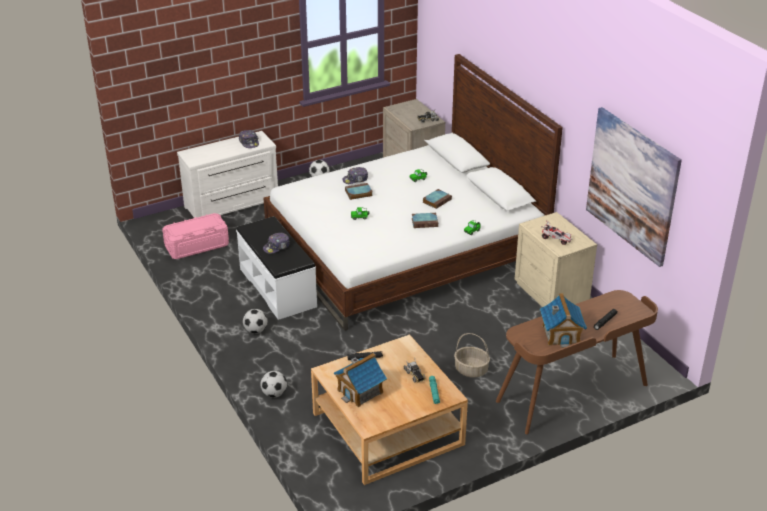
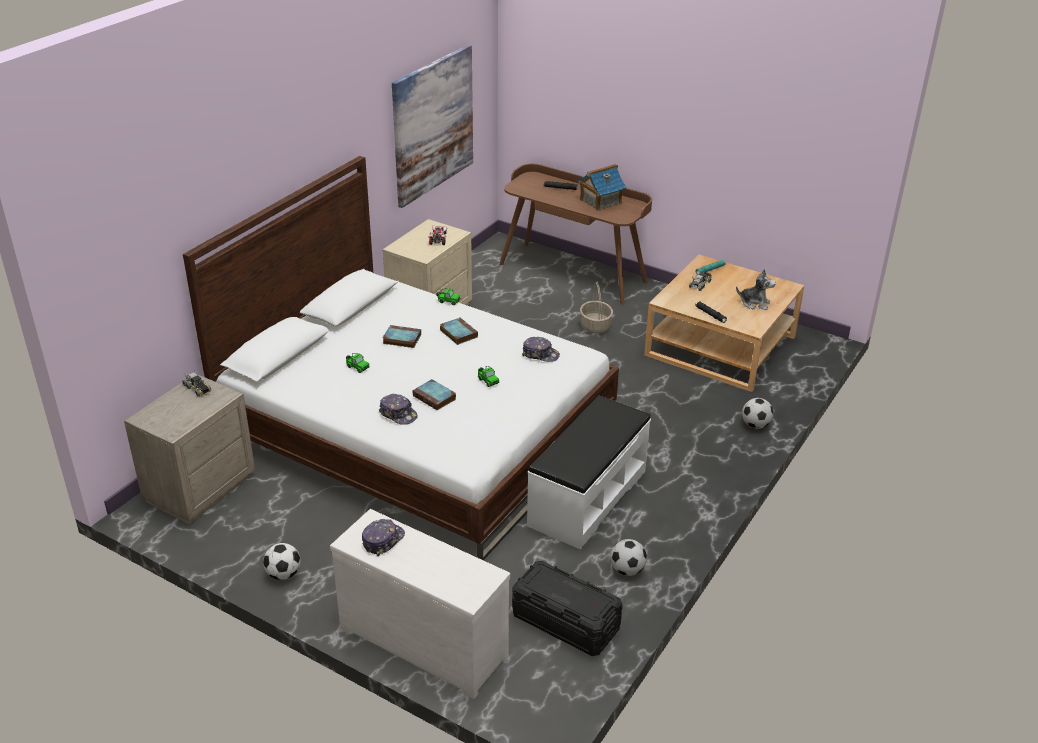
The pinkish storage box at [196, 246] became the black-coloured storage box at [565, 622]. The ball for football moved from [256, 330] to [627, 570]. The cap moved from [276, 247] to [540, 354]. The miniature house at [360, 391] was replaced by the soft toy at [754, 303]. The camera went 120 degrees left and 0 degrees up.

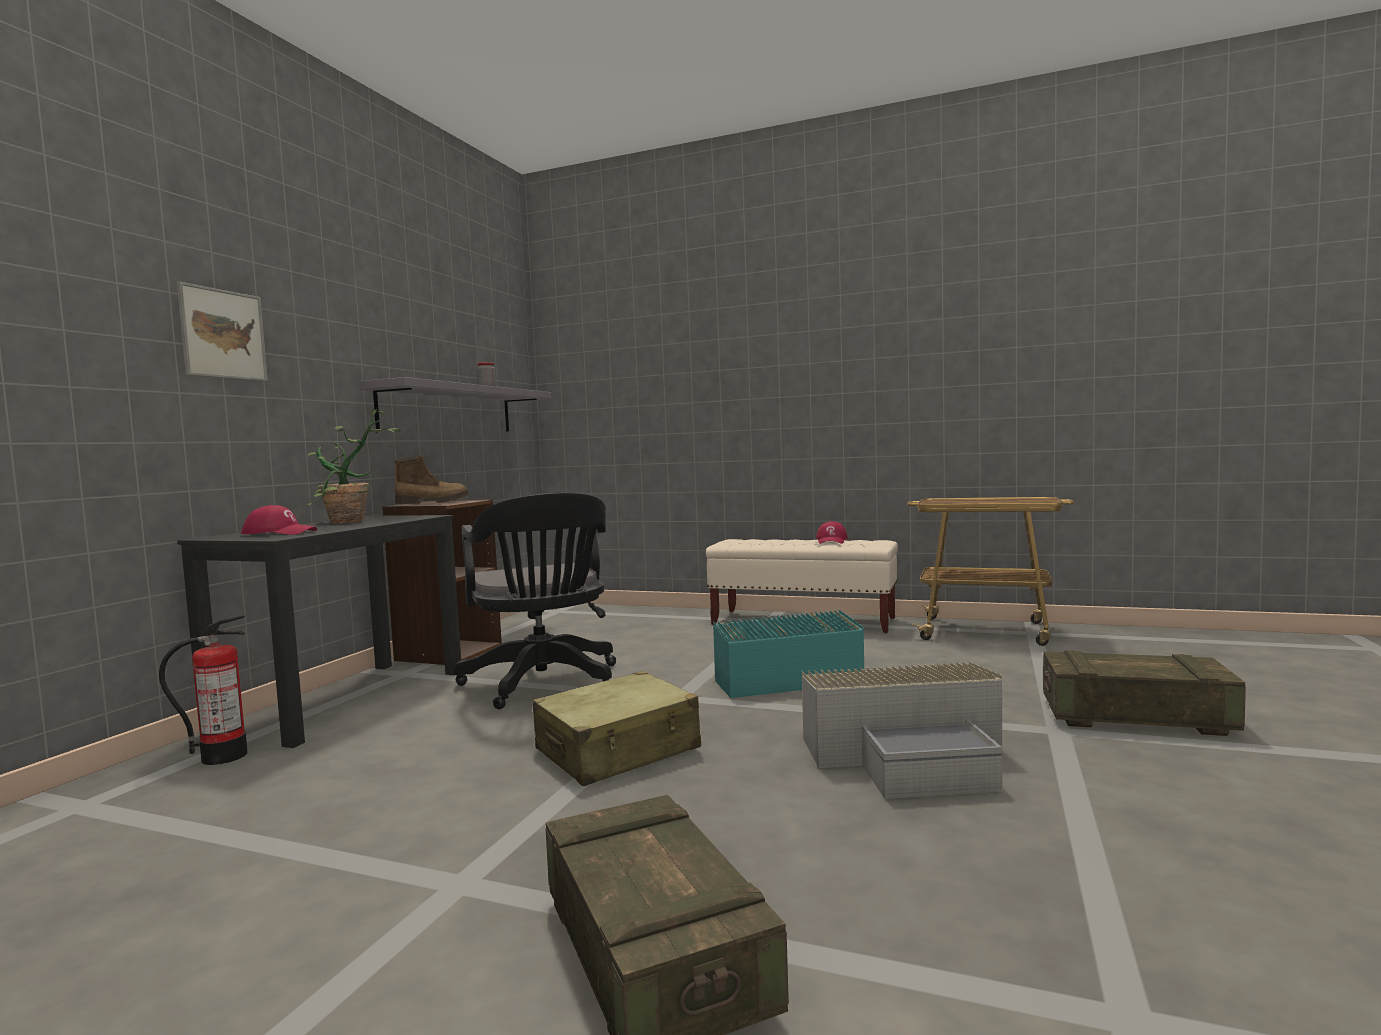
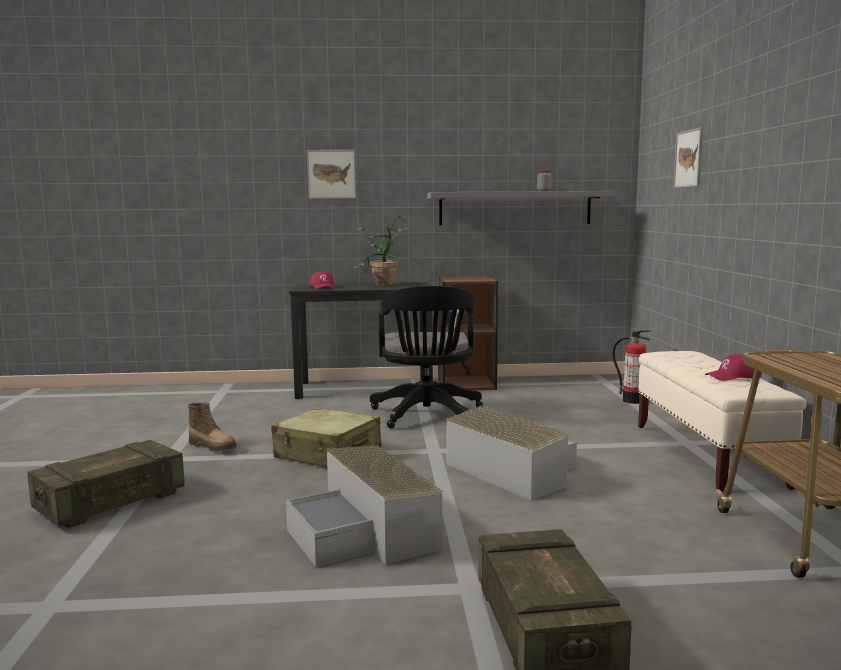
The fire-fighting cylinder moved from [224, 756] to [633, 400]. The tall boot moved from [432, 502] to [213, 447]. The black-coloured computer chair at [544, 684] turned 45 degrees counterclockwise. The blue-green storage box at [780, 677] became the grey storage box at [512, 470]. The picture at [688, 159] appeared. The camera went 65 degrees right and 5 degrees up.

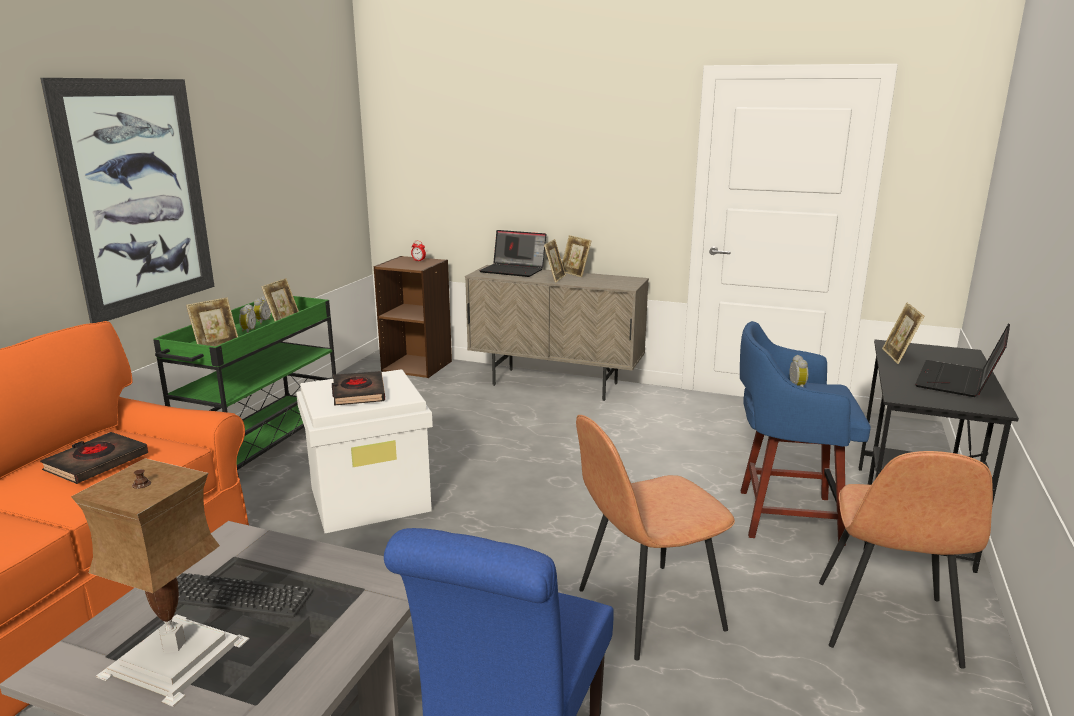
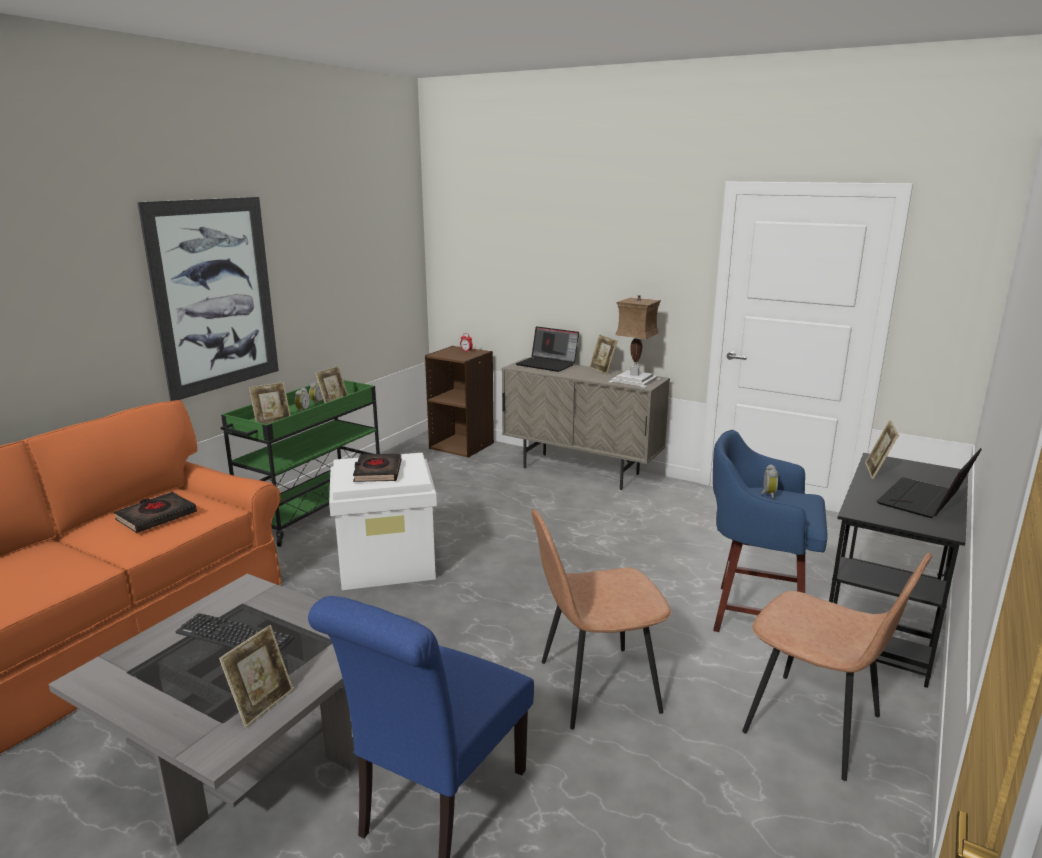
The tabletop lamp moved from [175, 659] to [635, 380]. The standing frame moved from [555, 278] to [262, 704]. The brown upright chair at [886, 625] turned 75 degrees counterclockwise. The camera went 10 degrees right and 0 degrees up.

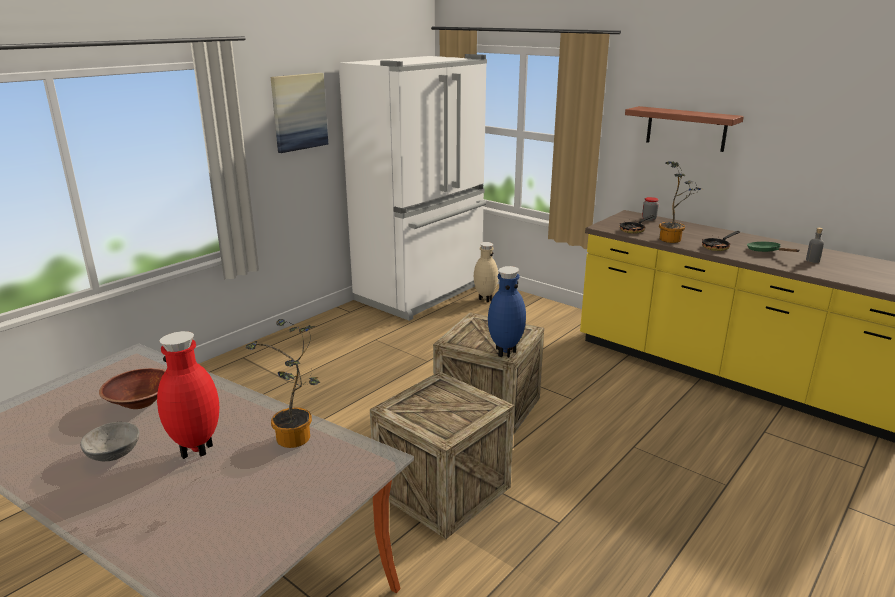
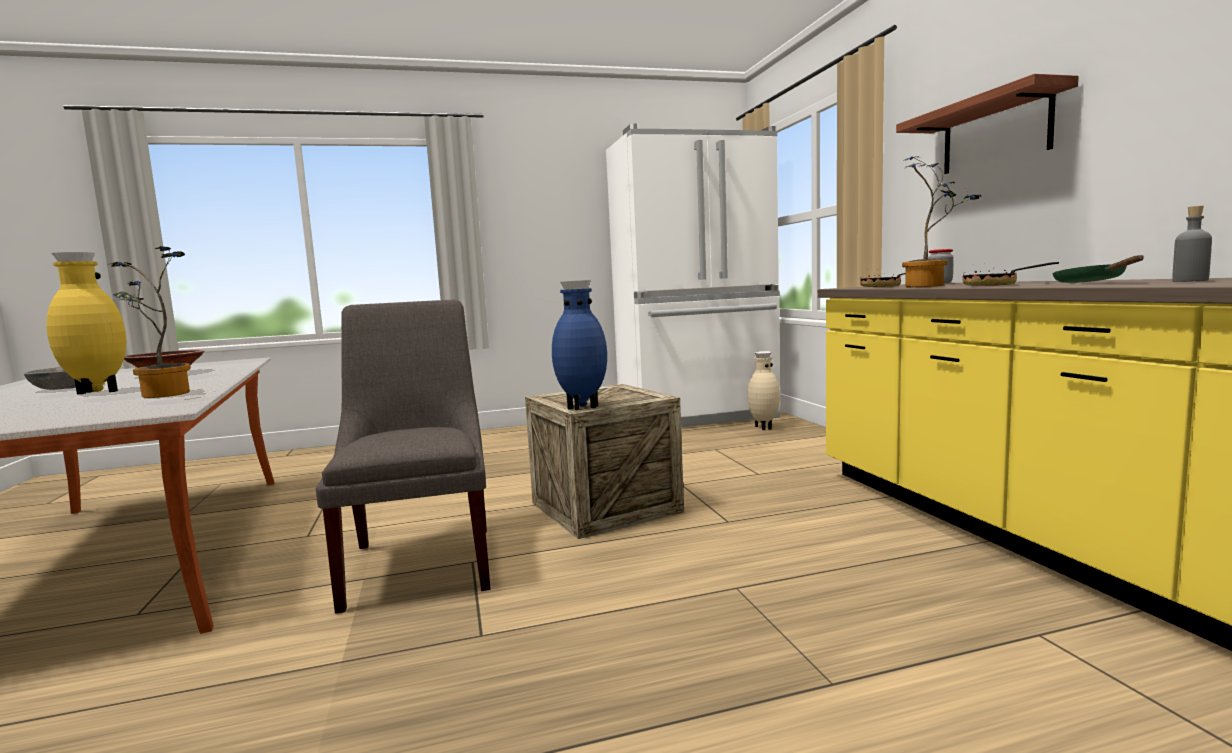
The red vase at [197, 451] became the yellowish vase at [96, 393]. The picture at [299, 112] disappeared. The packing crate at [442, 489] was replaced by the grey upright chair at [422, 561]. The camera went 35 degrees right and 15 degrees down.

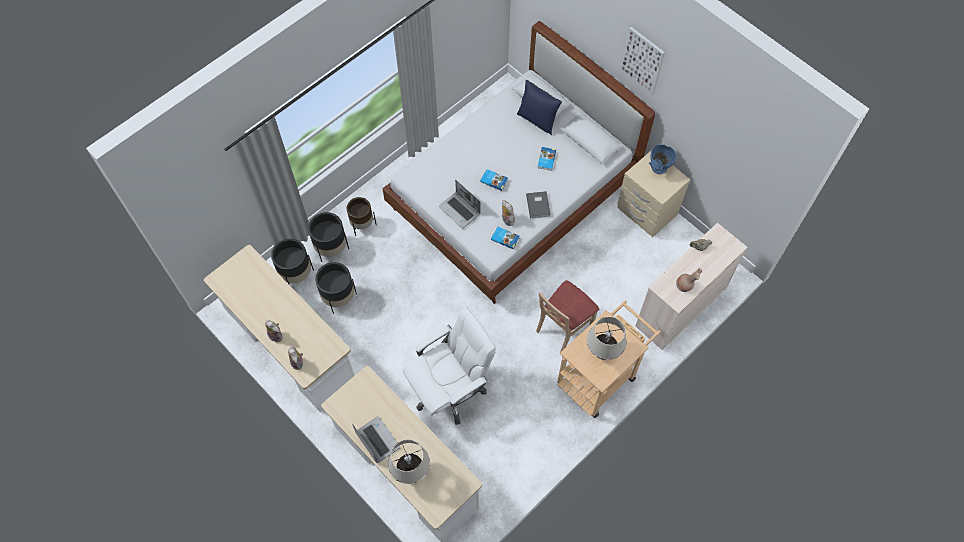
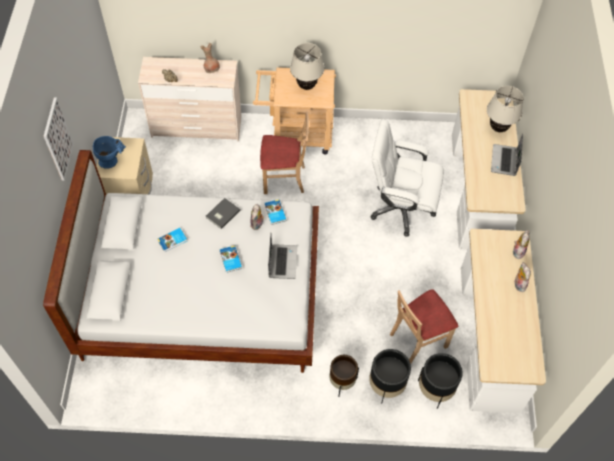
The black-coloured flower pot at [339, 298] was replaced by the beige upright chair at [418, 339]. The blue cushion at [537, 120] disappeared. The camera went 135 degrees left and 5 degrees down.

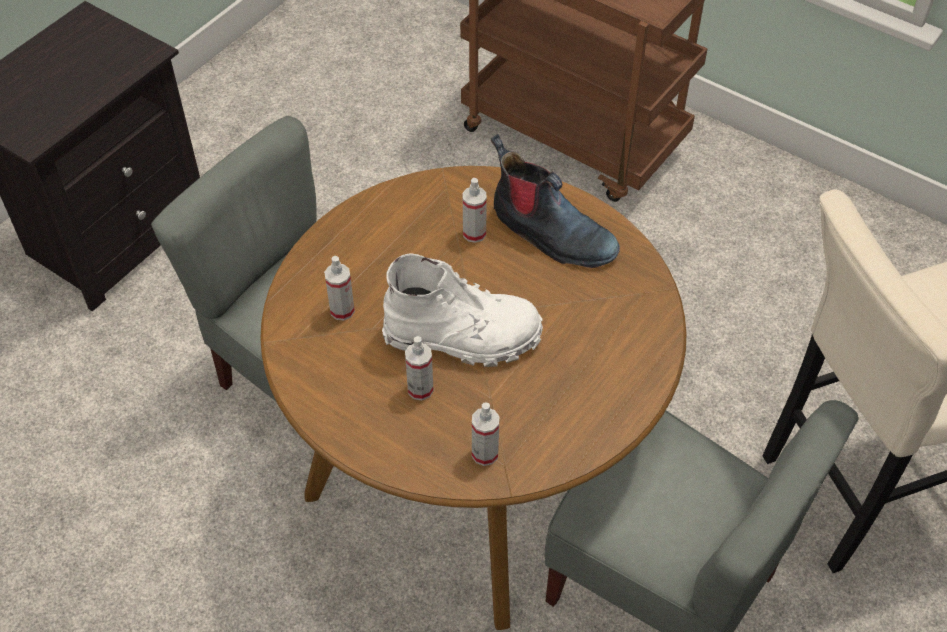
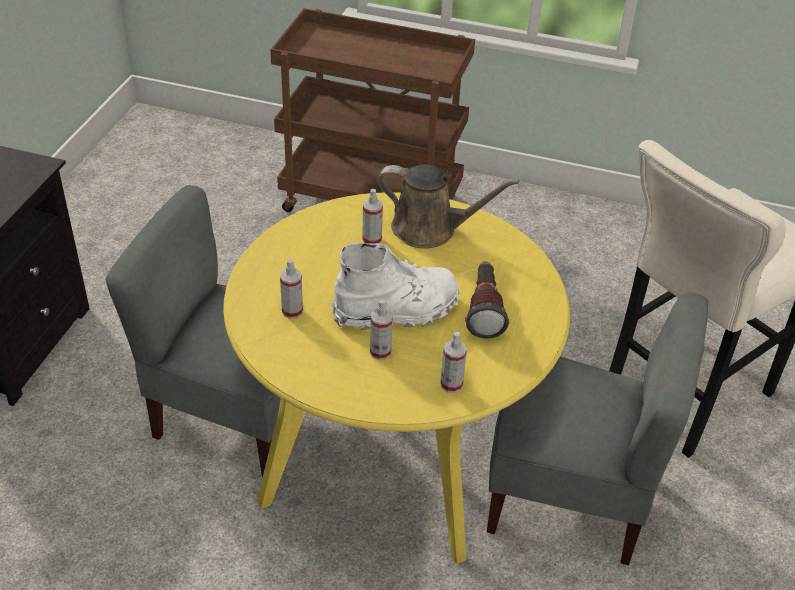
The brown kitchen table at [473, 471] became the yellowish kitchen table at [390, 453]. The tall boot at [550, 234] was replaced by the brown sprinkling can at [430, 230]. The flashlight at [484, 310] appeared. The camera went 20 degrees left and 10 degrees down.

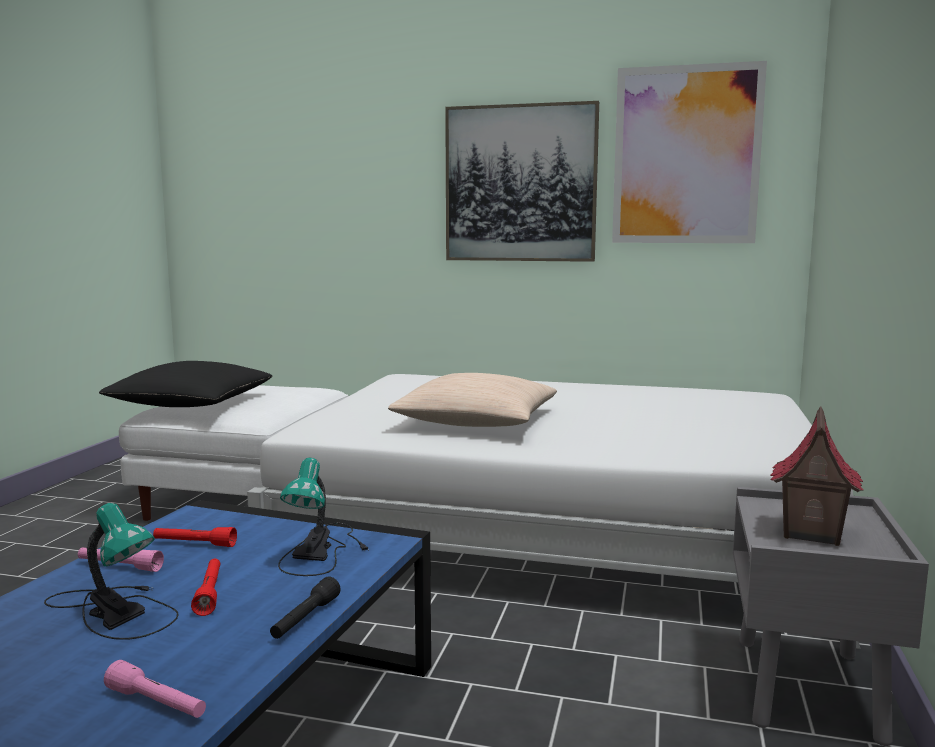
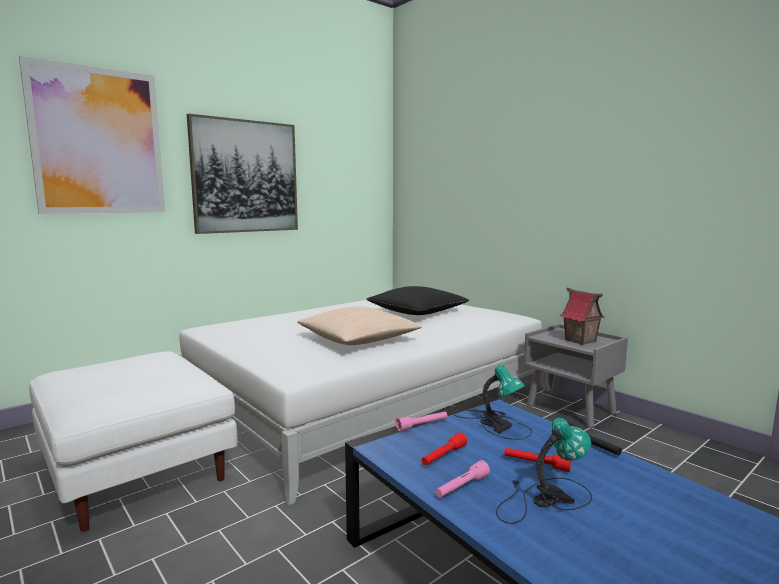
The black-coloured cushion moved from [192, 404] to [417, 312]. The pinkish flashlight moved from [157, 704] to [422, 425]. The picture moved from [686, 156] to [98, 142]. The camera went 55 degrees left and 0 degrees up.

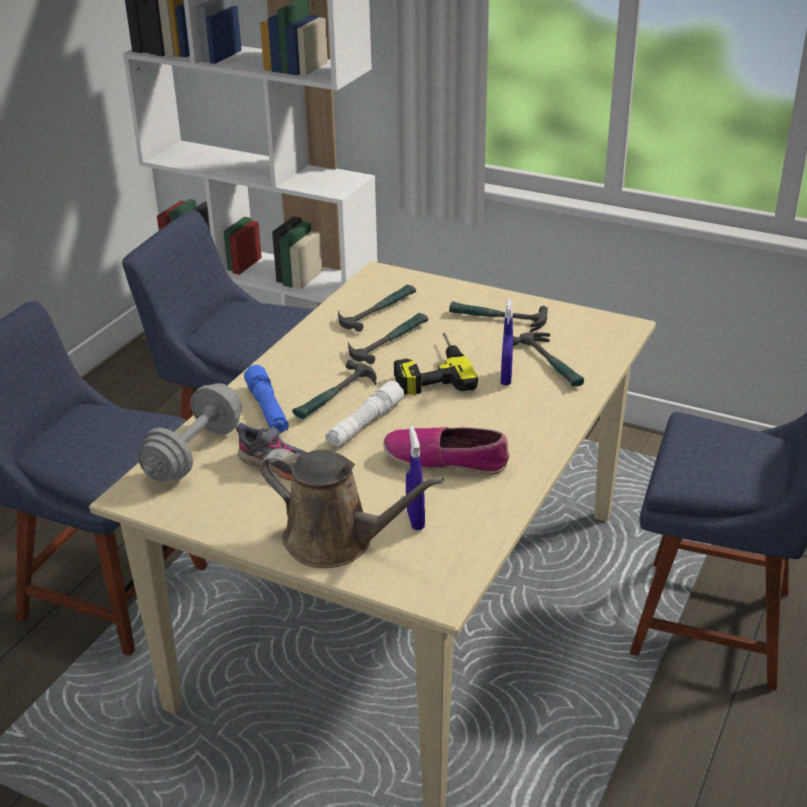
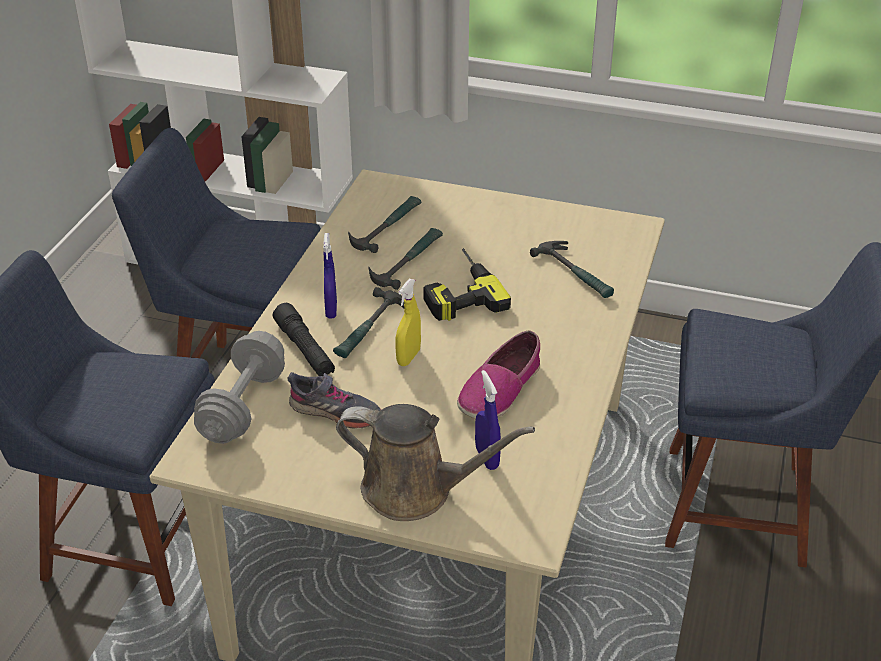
The blue flashlight at [267, 409] became the black-coloured flashlight at [304, 349]. The white-coloured flashlight at [365, 424] was replaced by the yellowish sprayer at [408, 357]. The item of footwear at [446, 460] turned 60 degrees counterclockwise. The hand hammer at [497, 319] disappeared. The blue sprayer moved from [506, 378] to [331, 310]. The camera went 10 degrees left and 5 degrees up.

